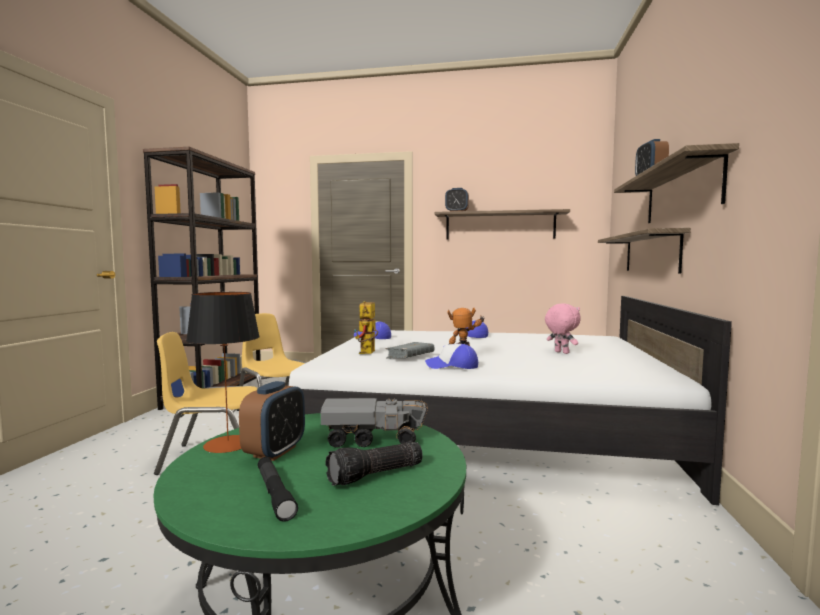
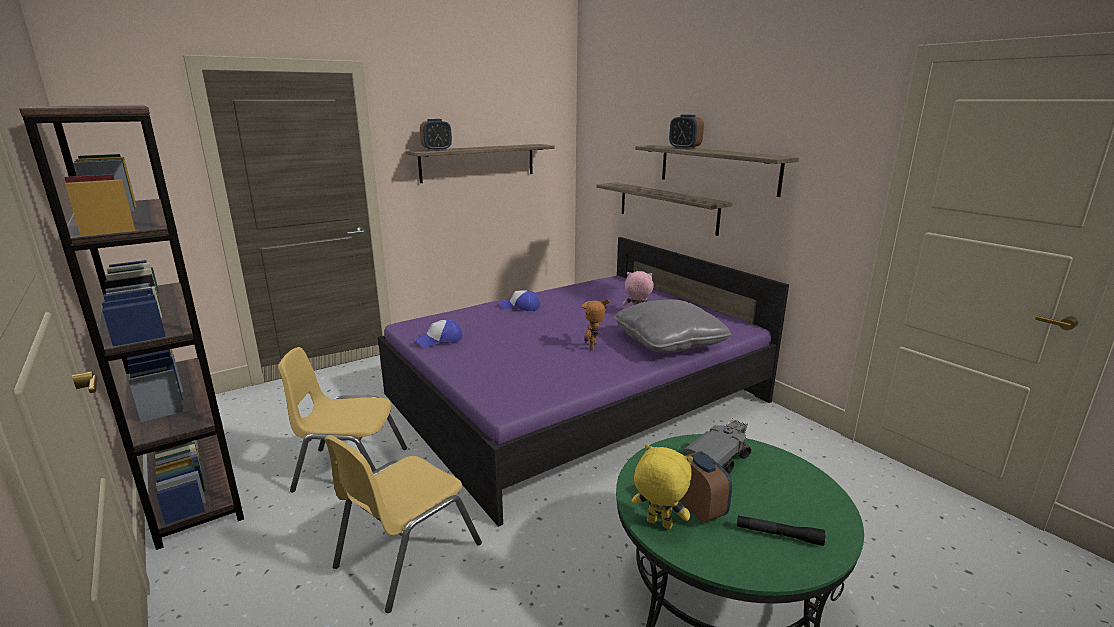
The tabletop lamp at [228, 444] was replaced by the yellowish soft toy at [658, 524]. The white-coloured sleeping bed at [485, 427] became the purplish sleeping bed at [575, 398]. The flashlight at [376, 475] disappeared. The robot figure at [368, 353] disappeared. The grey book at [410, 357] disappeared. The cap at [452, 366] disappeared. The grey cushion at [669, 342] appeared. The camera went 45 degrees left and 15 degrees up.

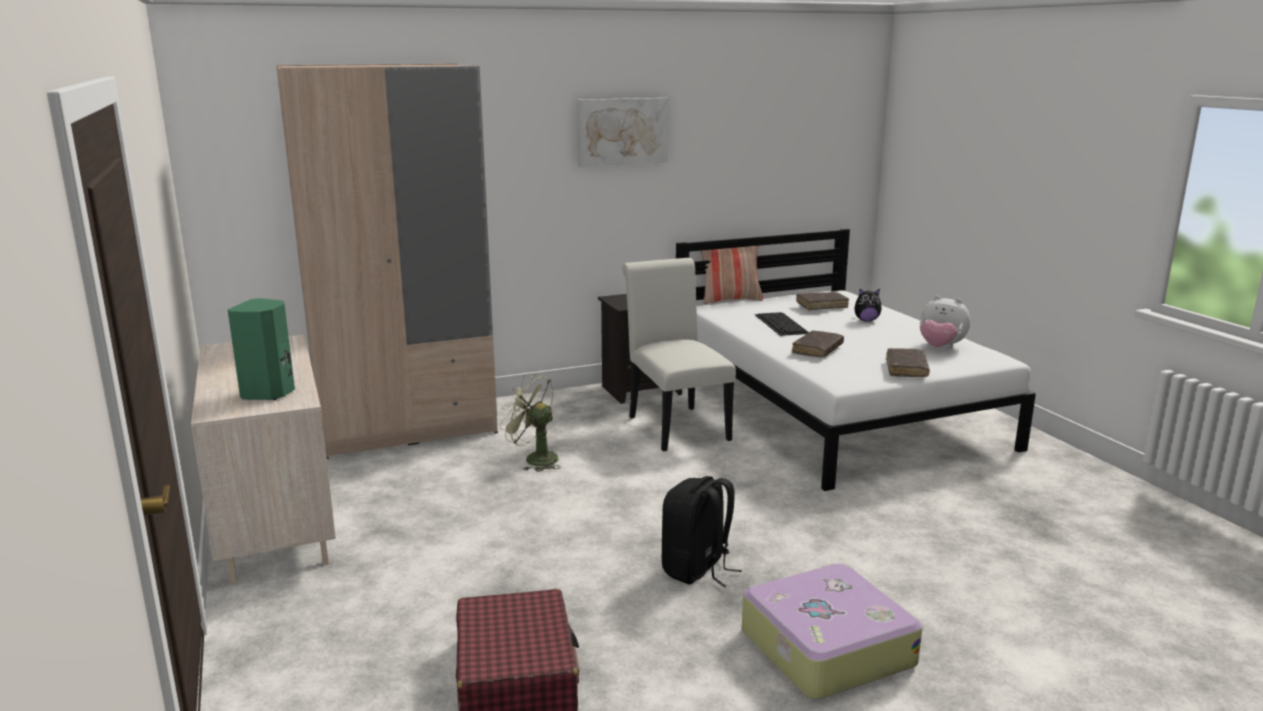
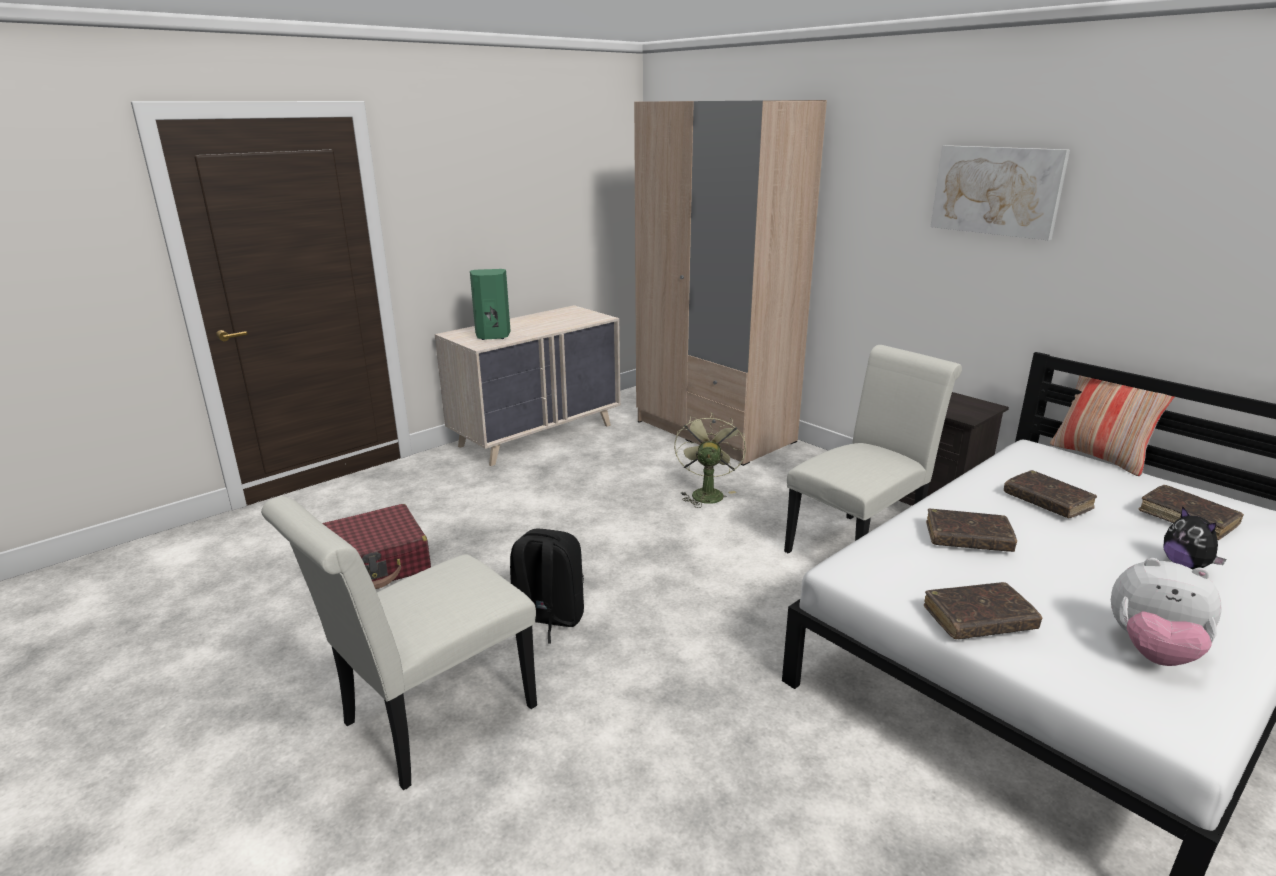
The travel case at [824, 647] was replaced by the white-coloured upright chair at [429, 722]. The computer keyboard at [782, 324] was replaced by the brown book at [1047, 502]. The soft toy at [940, 347] turned 75 degrees counterclockwise. The camera went 70 degrees right and 5 degrees up.

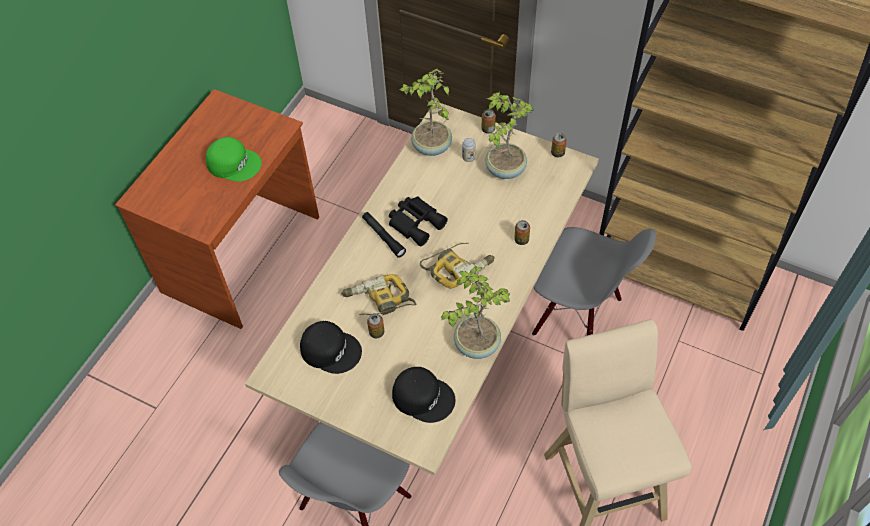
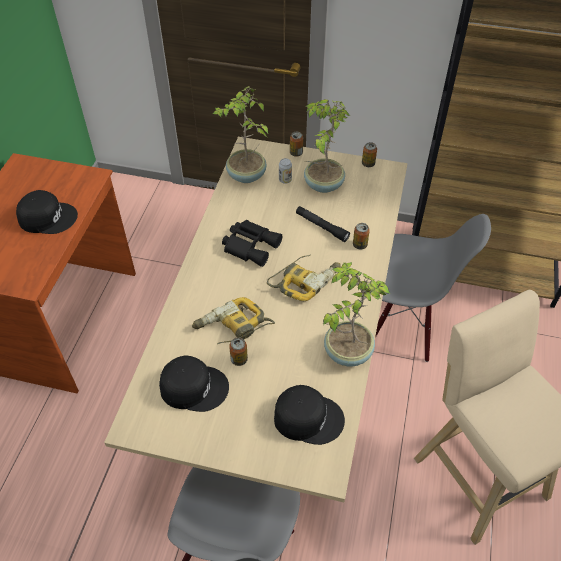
The greenish cap at [234, 163] became the black-coloured cap at [48, 217]. The black-coloured flashlight moved from [383, 237] to [321, 227]. The camera went 15 degrees left and 5 degrees down.

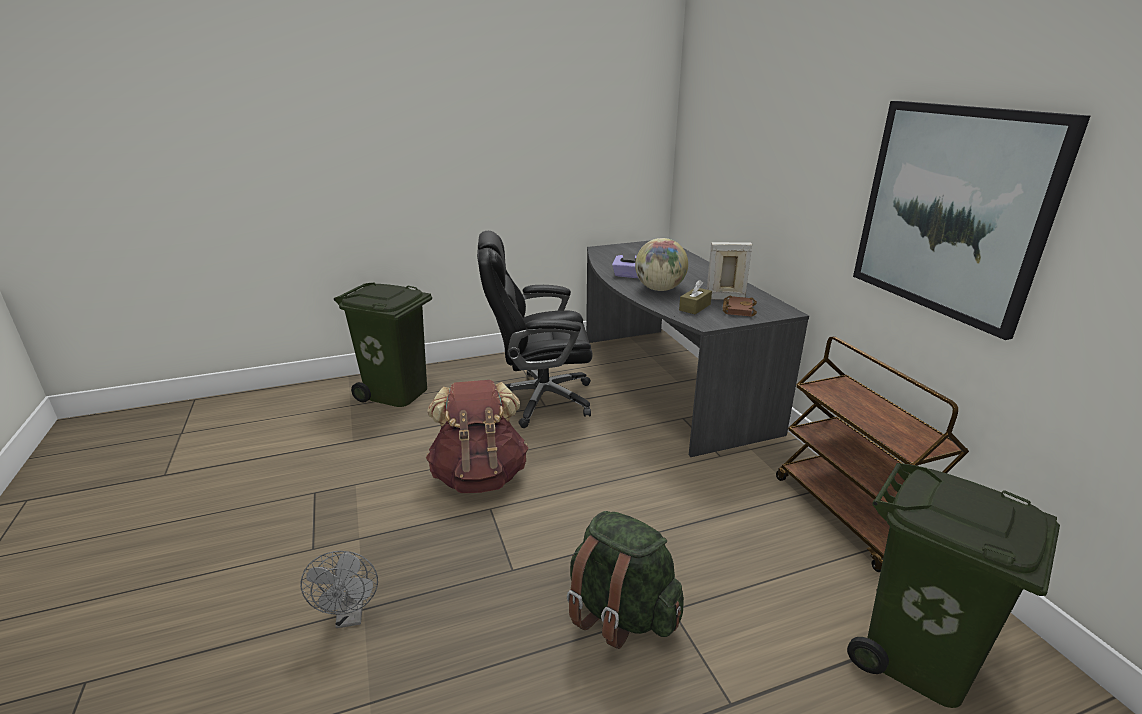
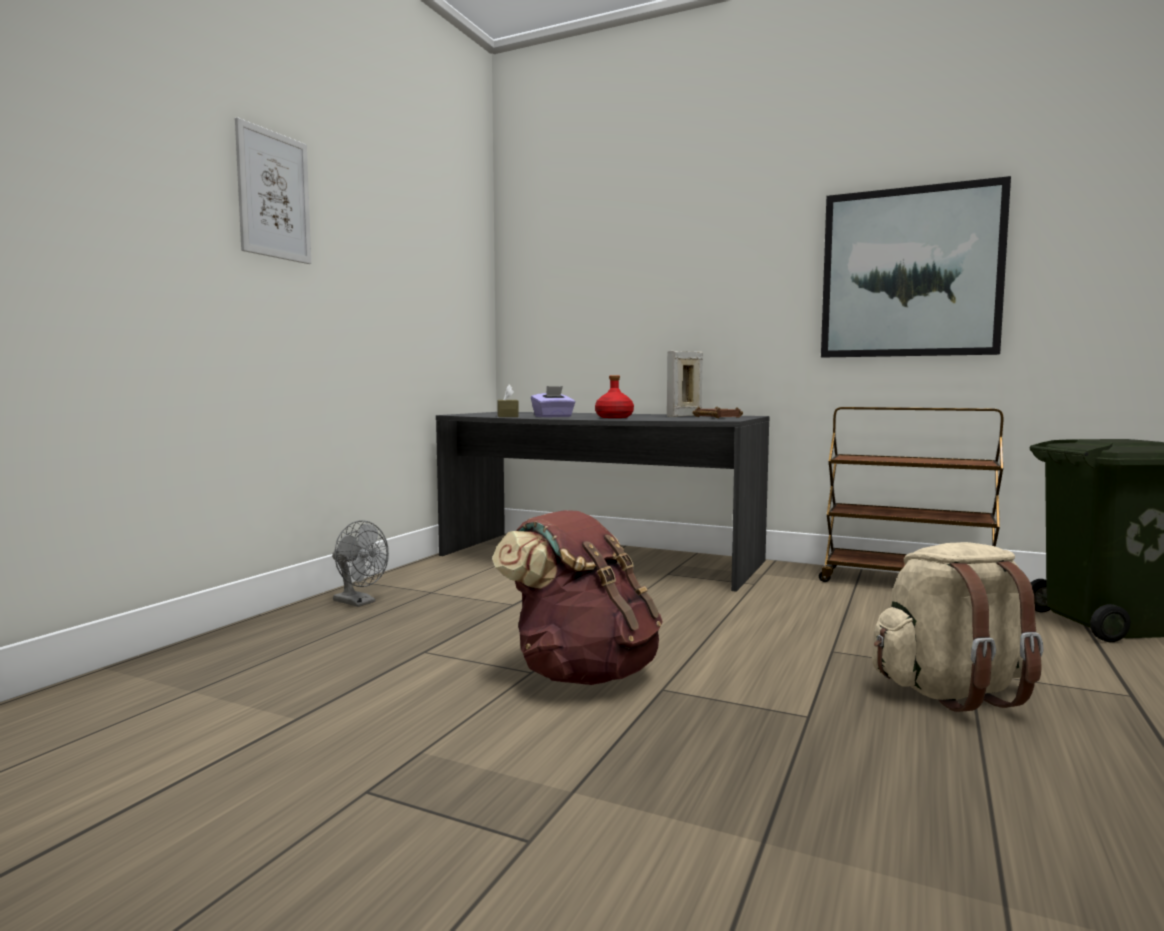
The grey fan moved from [350, 616] to [359, 602]. The greenish waste bin at [396, 393] disappeared. The black-coloured computer chair at [540, 399] disappeared. The greenish backpack at [620, 613] became the beige backpack at [953, 692]. The globe at [659, 289] was replaced by the red beverage bottle at [614, 417]. The brown box of tissues moved from [694, 307] to [507, 416]. The picture at [274, 195] appeared. The camera went 45 degrees left and 20 degrees down.

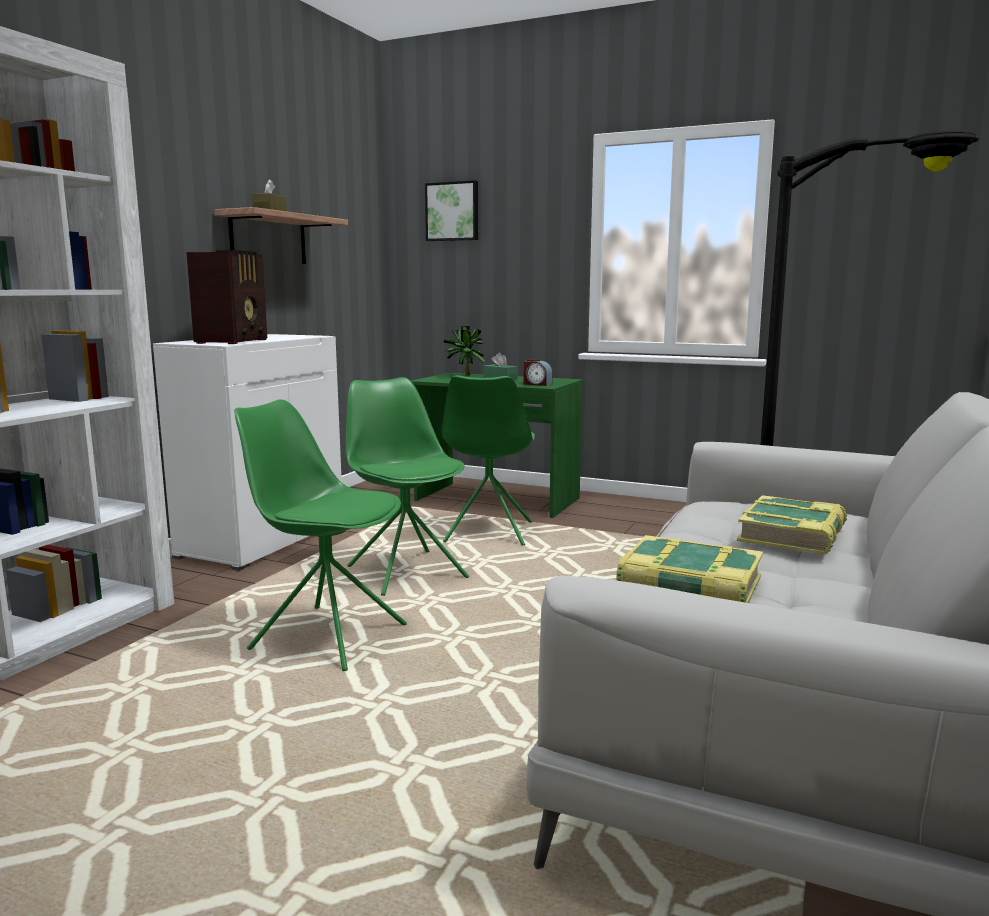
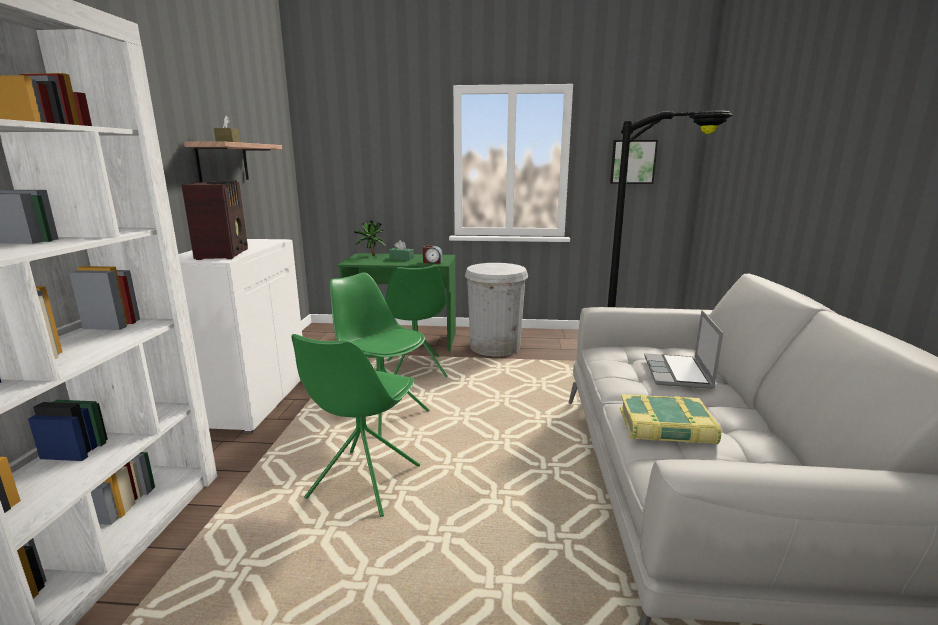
The greenish upright chair at [327, 636] turned 75 degrees counterclockwise. The picture moved from [453, 211] to [632, 162]. The book at [793, 535] was replaced by the portable computer at [678, 373]. The white-coloured waste bin at [495, 347] appeared. The camera went 20 degrees left and 5 degrees up.

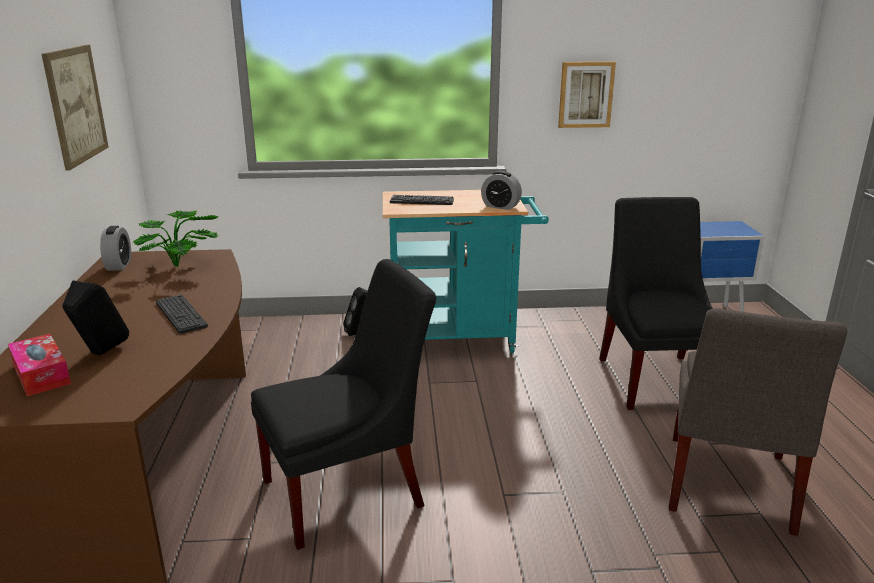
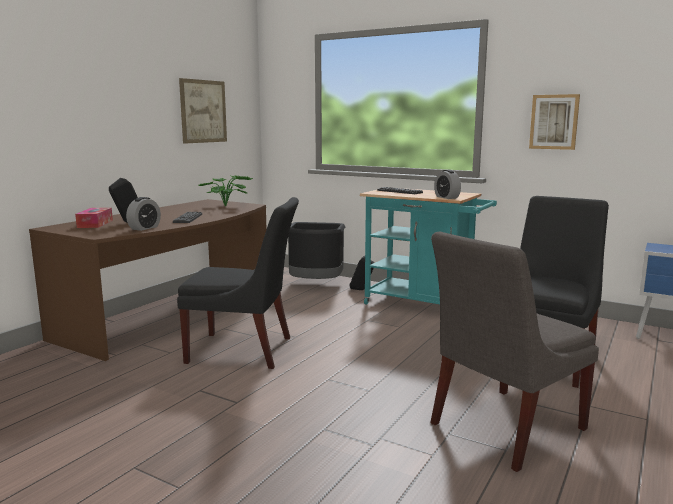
The table clock moved from [119, 265] to [144, 228]. The black-coloured waste bin at [316, 285] appeared. The camera went 35 degrees right and 10 degrees down.

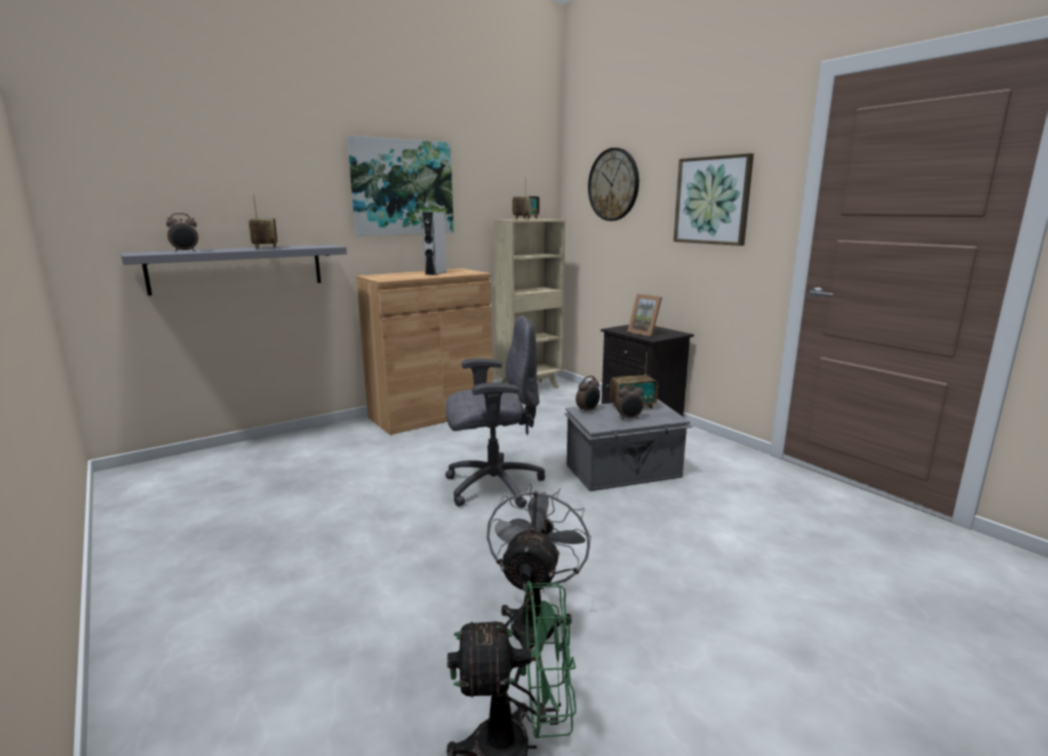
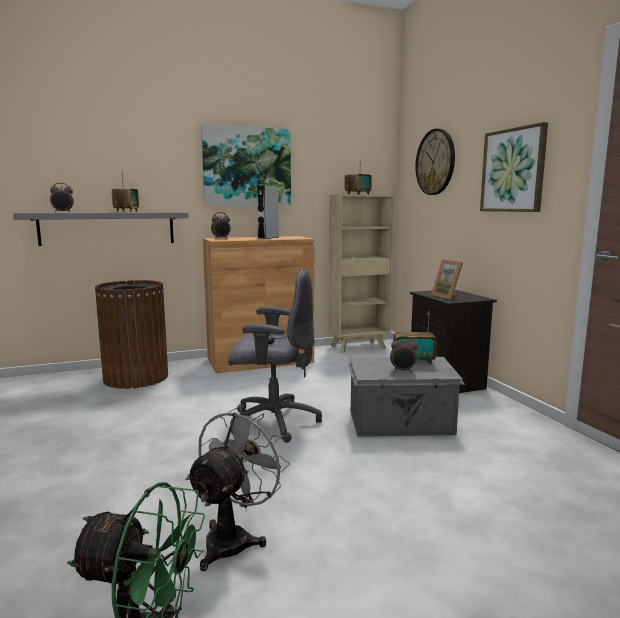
The table clock moved from [588, 410] to [221, 238]. The brown waste bin at [136, 378] appeared. The camera went 15 degrees right and 5 degrees down.

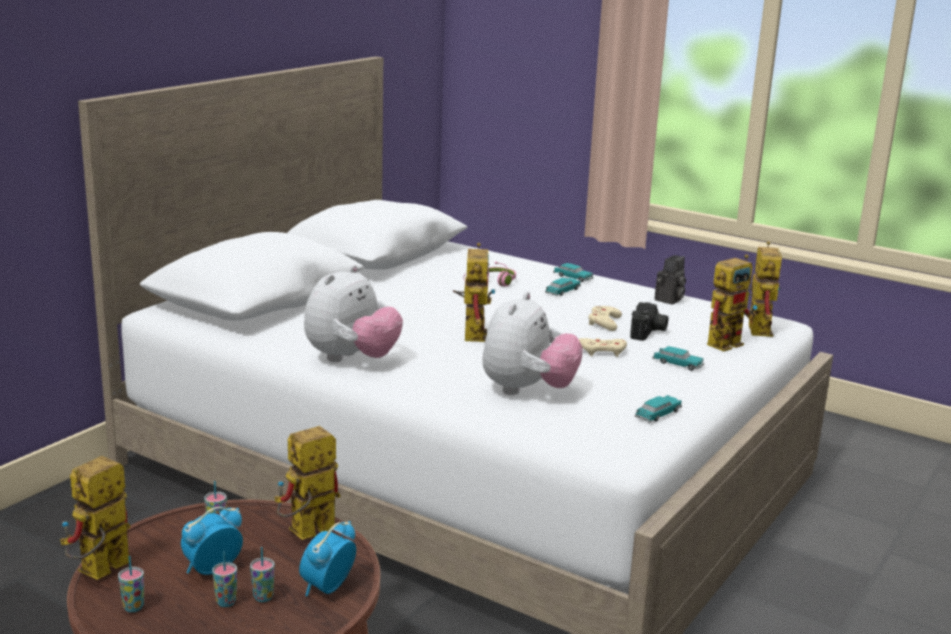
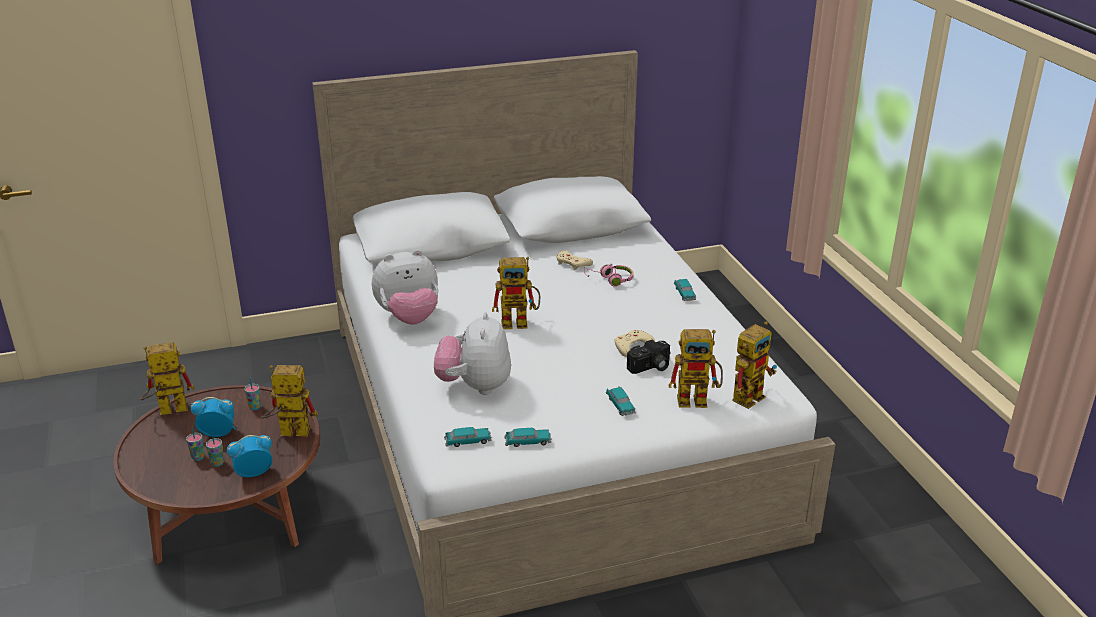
The drinking cup at [133, 607] disappeared. The robot figure at [472, 332] turned 45 degrees clockwise. The soft toy at [527, 390] turned 120 degrees clockwise. The model car moved from [563, 291] to [468, 441]. The beige joypad moved from [602, 351] to [572, 263]. The still camera at [669, 300] disappeared. The camera went 40 degrees right and 10 degrees up.

